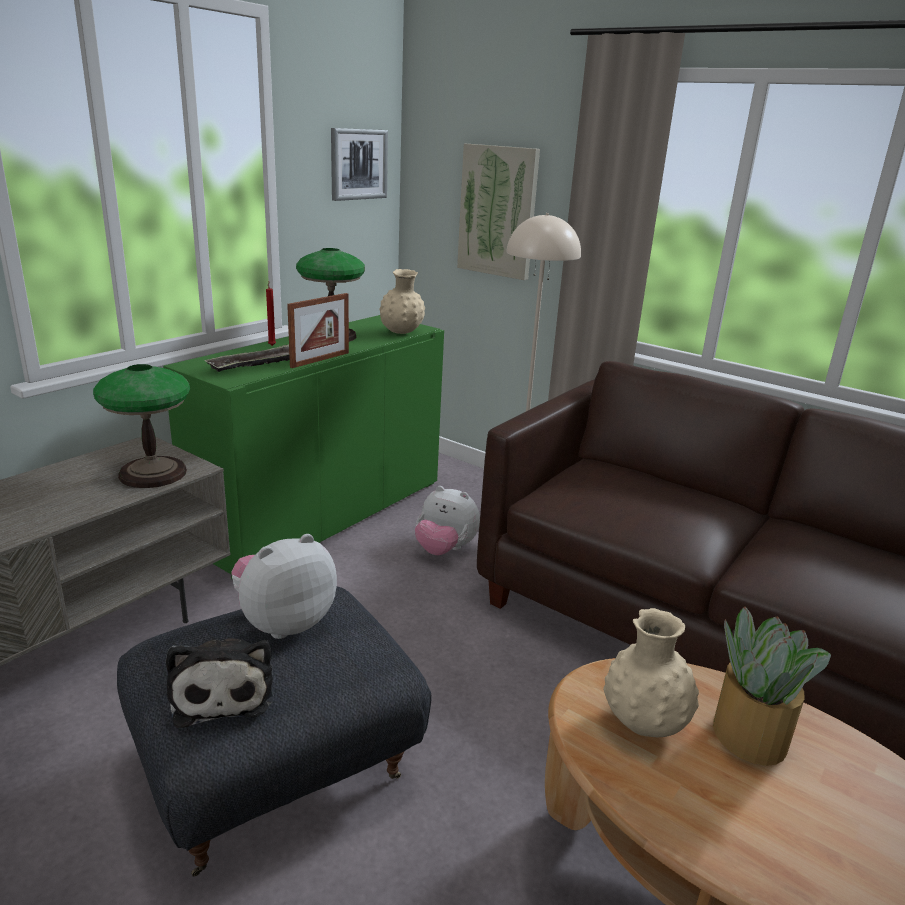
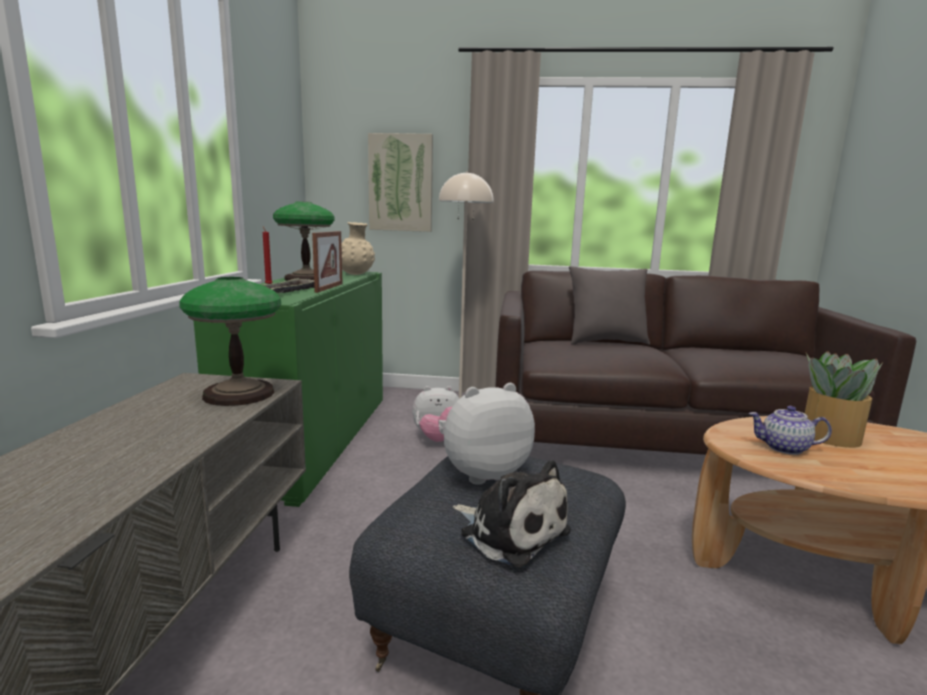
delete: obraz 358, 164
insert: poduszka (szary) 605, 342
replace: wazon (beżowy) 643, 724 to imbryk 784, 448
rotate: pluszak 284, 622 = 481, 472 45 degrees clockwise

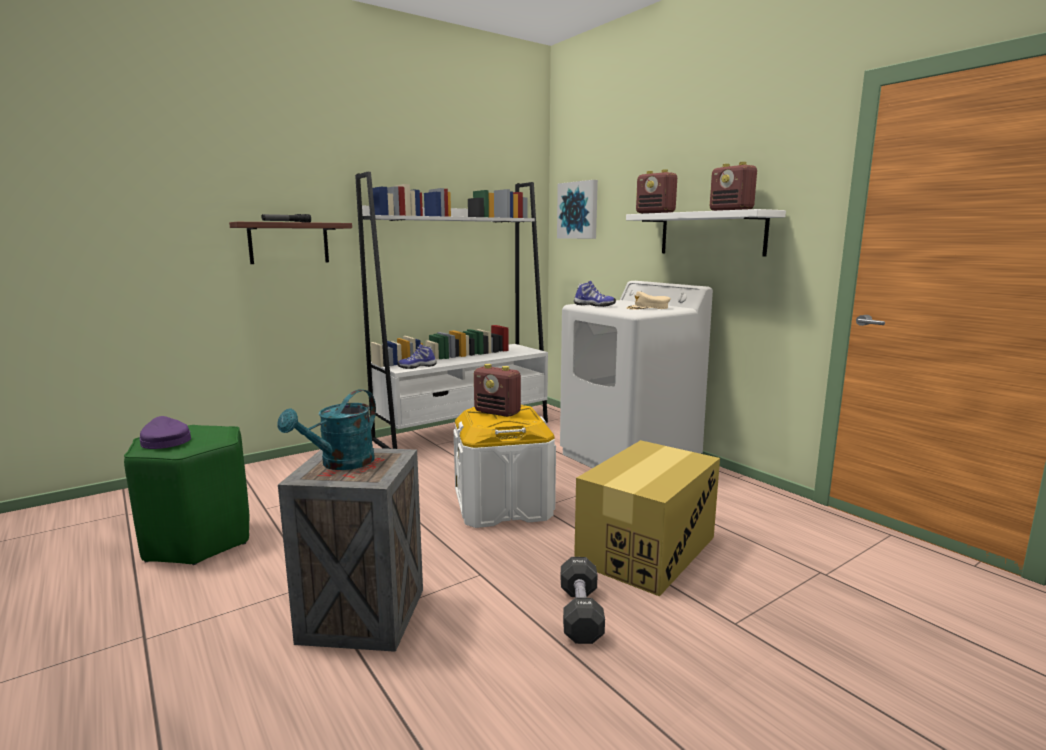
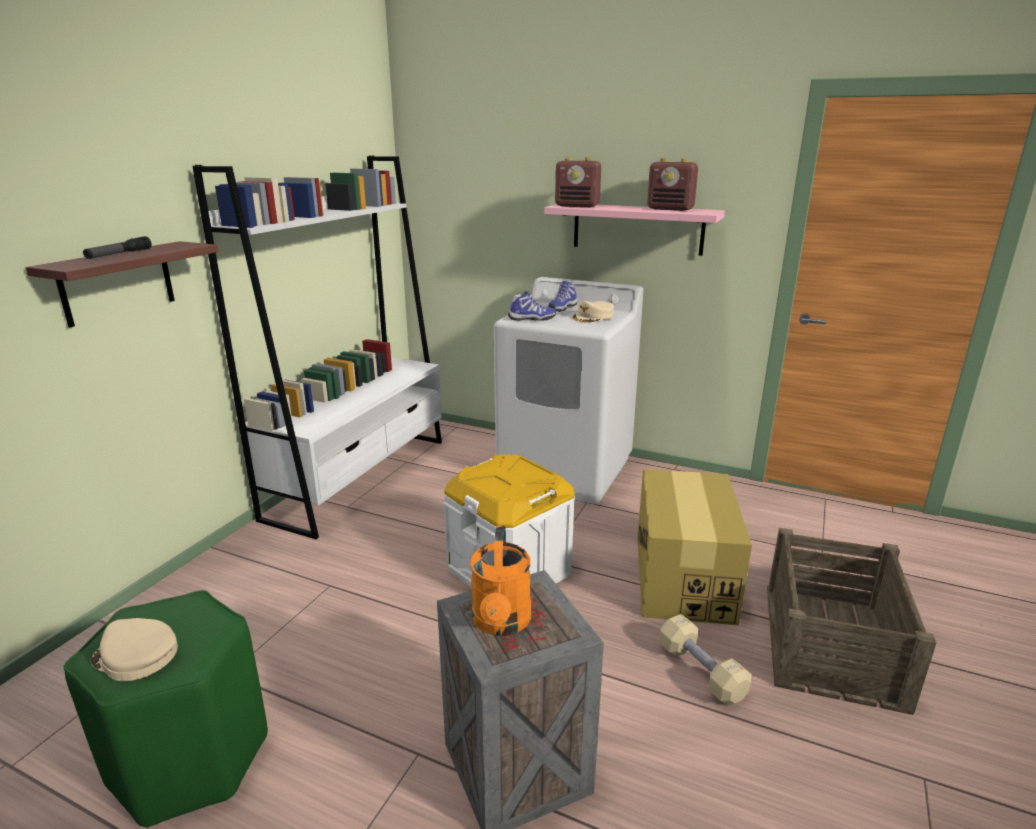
delete: radio 498, 412; obraz 578, 210
insert: skrzynka 833, 644
move: but 417, 367 to 561, 308
recolor: czapka z daszkiem (fioletowy) 165, 441 to czapka z daszkiem (beżowy) 136, 656; konewka (turkusowy) 340, 464 to konewka (pomarańczowy) 501, 623; hantel (czarny) 580, 614 to hantel (beżowy) 701, 671; półka (biały) 711, 233 to półka (różowy) 637, 228

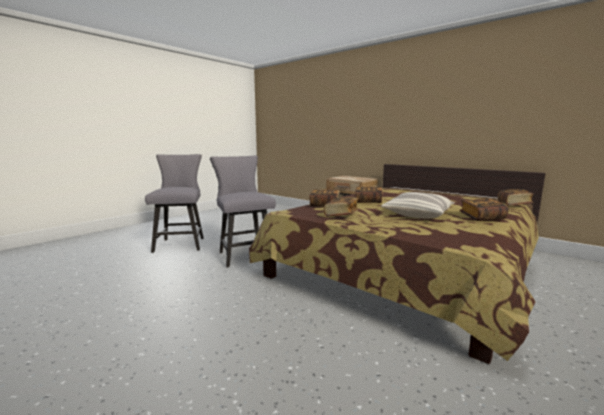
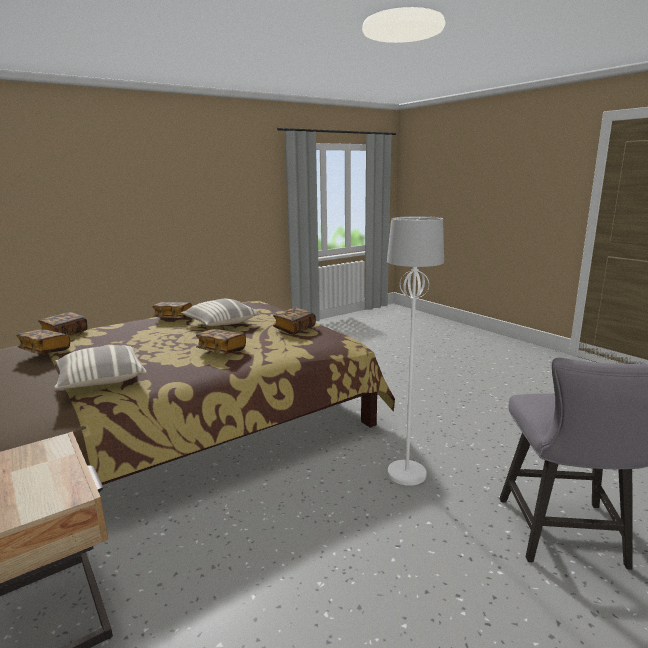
insert: poduszka 101, 380
move: książka 324, 205 to 45, 350
replace: krzesło (szary) 244, 254 to lampa stojąca (biały) 406, 474

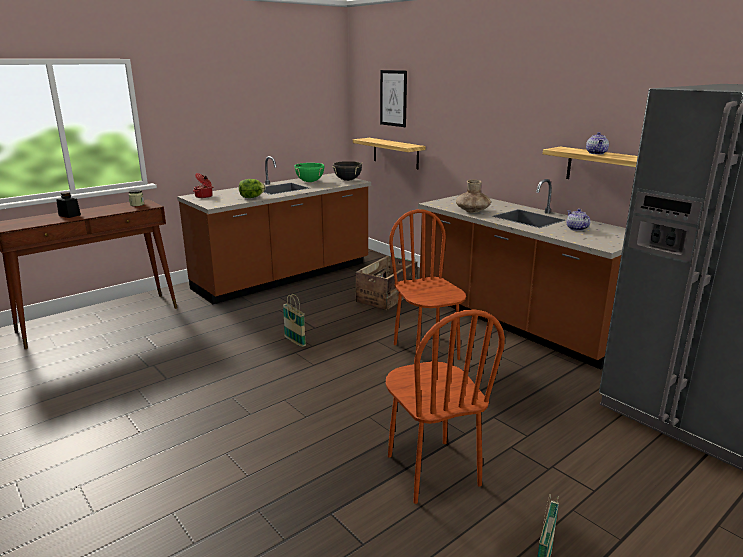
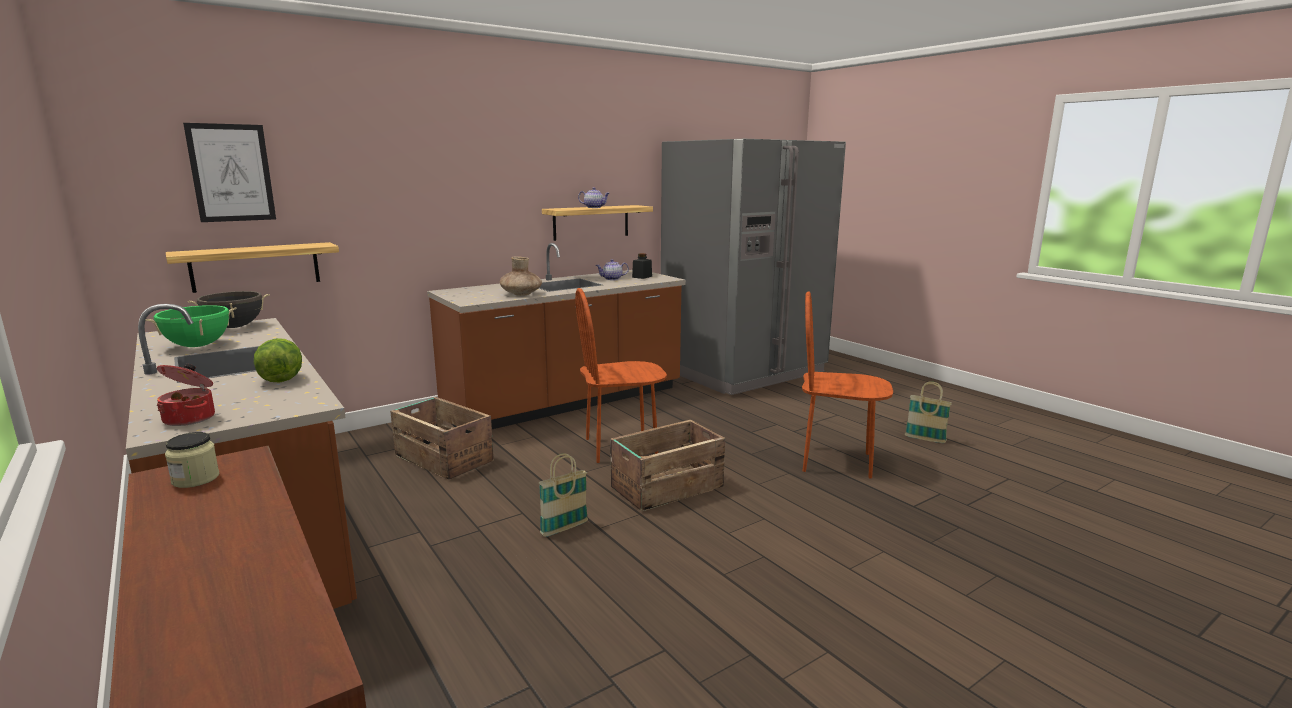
insert: skrzynka 665, 487
move: słoik (czarny) 69, 215 to 642, 277
rotate: krzesło (brązowy) 432, 470 = 836, 462 150 degrees counterclockwise

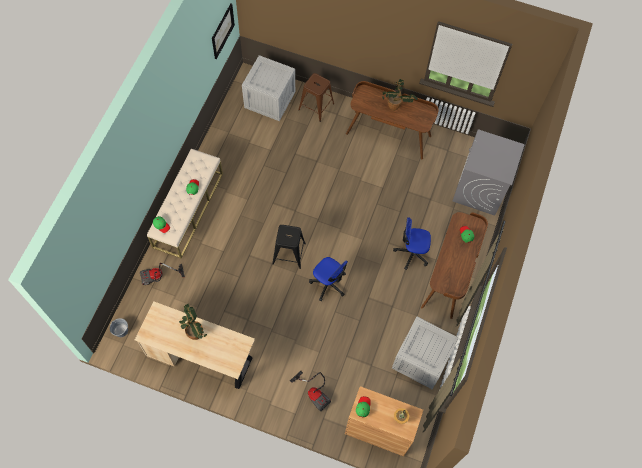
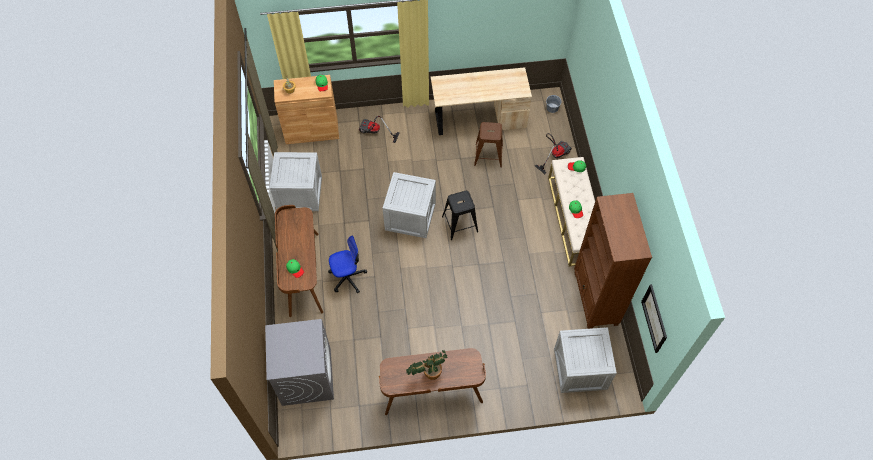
delete: roślina doniczkowa 195, 331
insert: regał (brązowy) 595, 299
move: stołek (brązowy) 316, 106 to 488, 155
replace: krzesło biurowe 328, 283 to skrzynka 410, 215

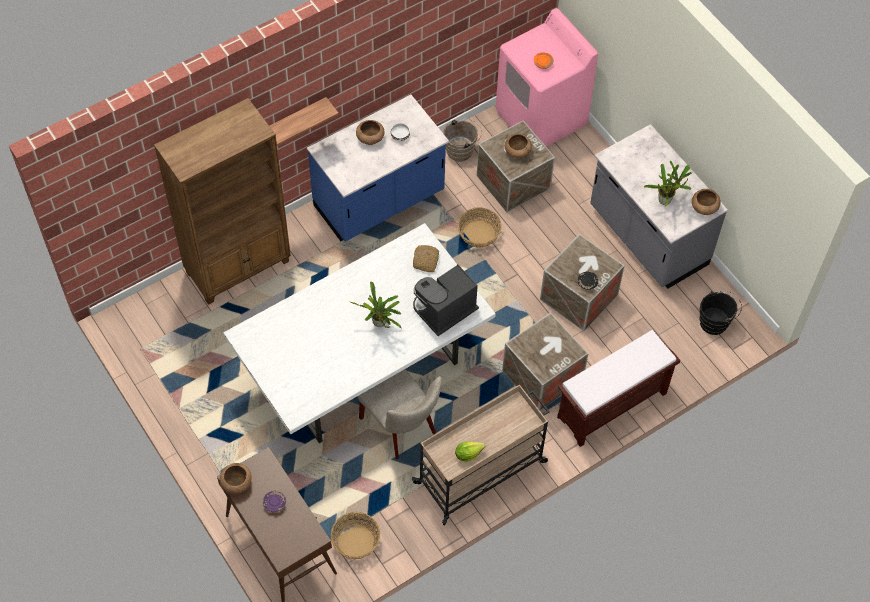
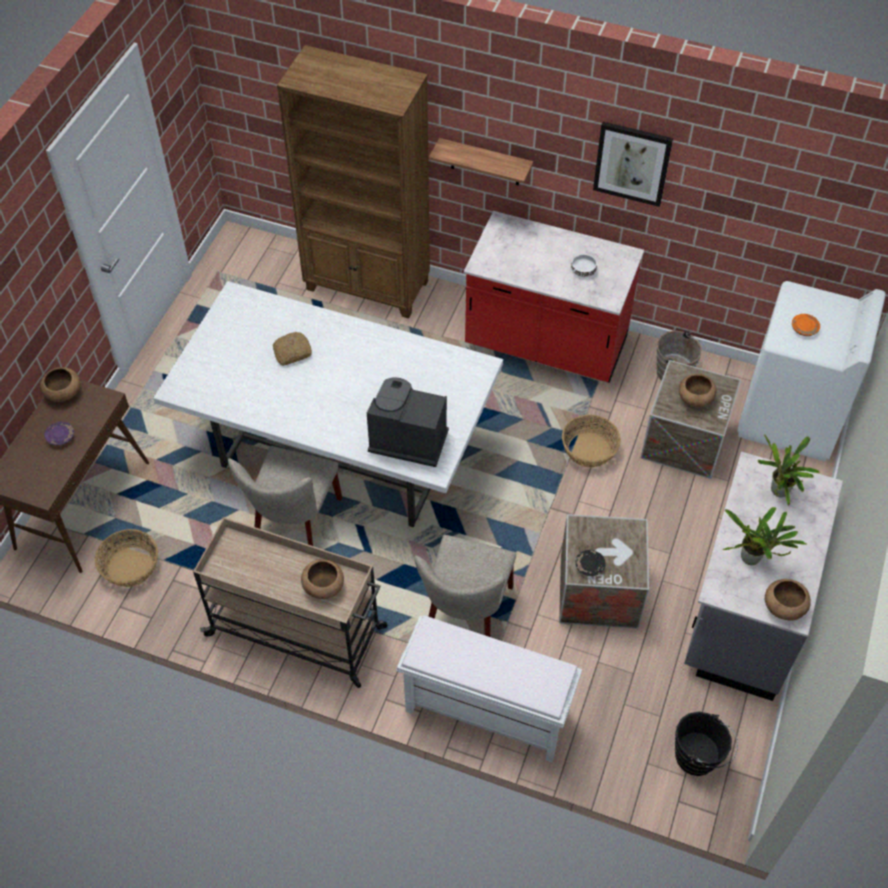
delete: sałata 468, 454
insert: obraz 632, 163
move: roślina doniczkowa 380, 324 to 778, 493; miska (brązowy) 370, 138 to 323, 586; chleb 426, 261 to 292, 352
replace: skrzynka 542, 376 to krzesło (beżowy) 466, 616
recolor: zabudowa kuchenna (niebieski) 379, 201 to zabudowa kuchenna (czerwony) 545, 345; pralka (różowy) 541, 118 to pralka (biały) 790, 416; ławka (brązowy) 611, 406 to ławka (biały) 485, 712

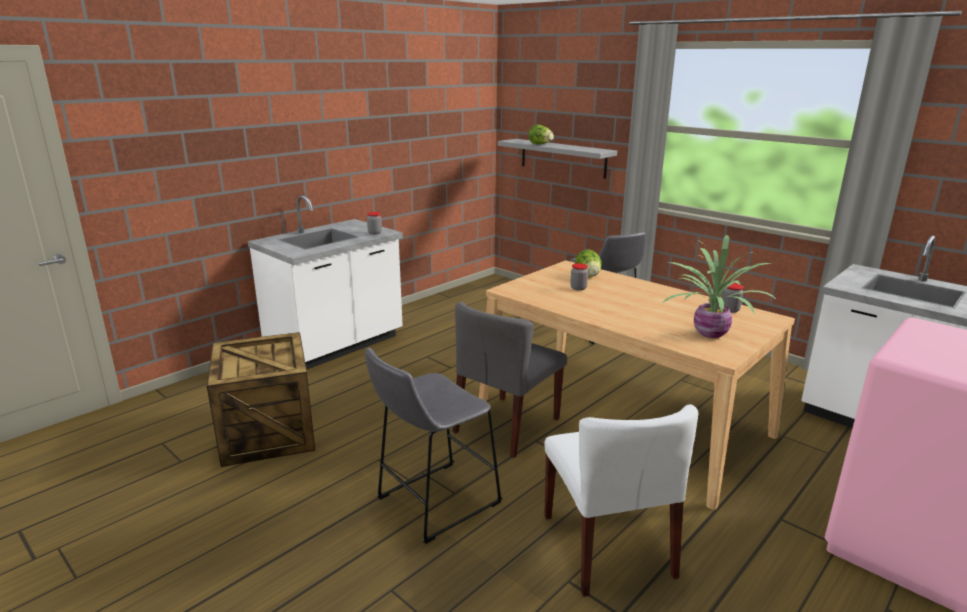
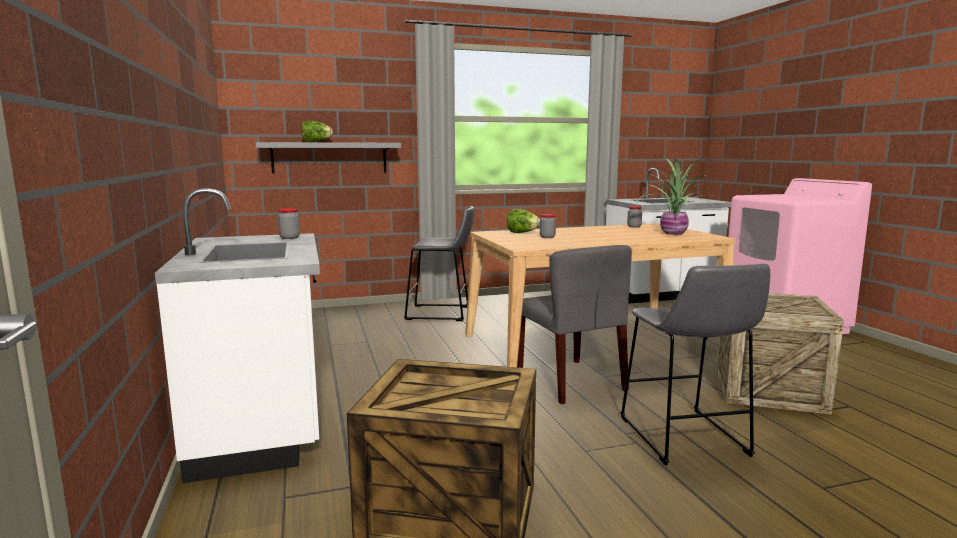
replace: krzesło (biały) 608, 546 to skrzynka 768, 389

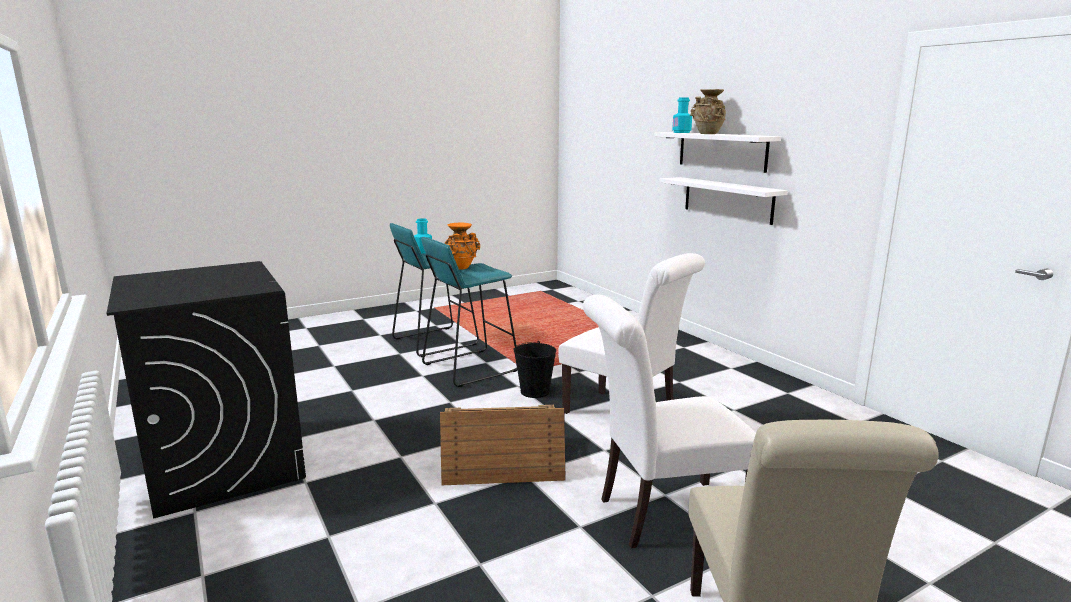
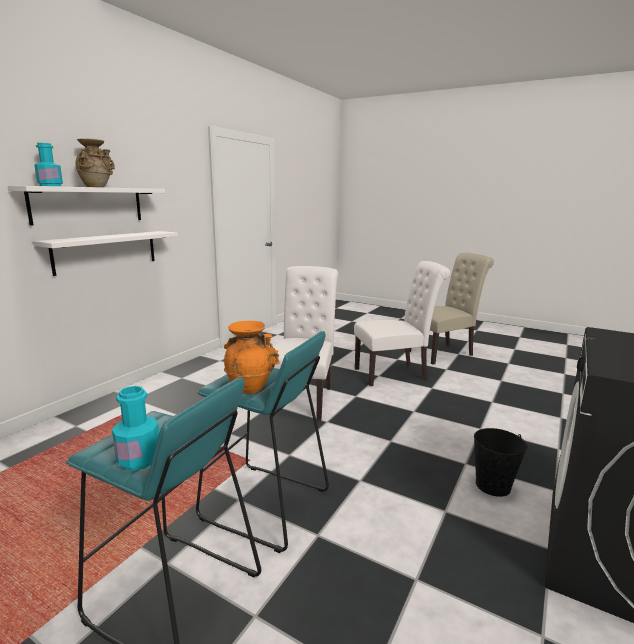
delete: skrzynka 501, 461
move: wiadro (czarny) 535, 391 to 492, 485
rotate: krzesło (biały) 663, 514 = 395, 374 60 degrees counterclockwise

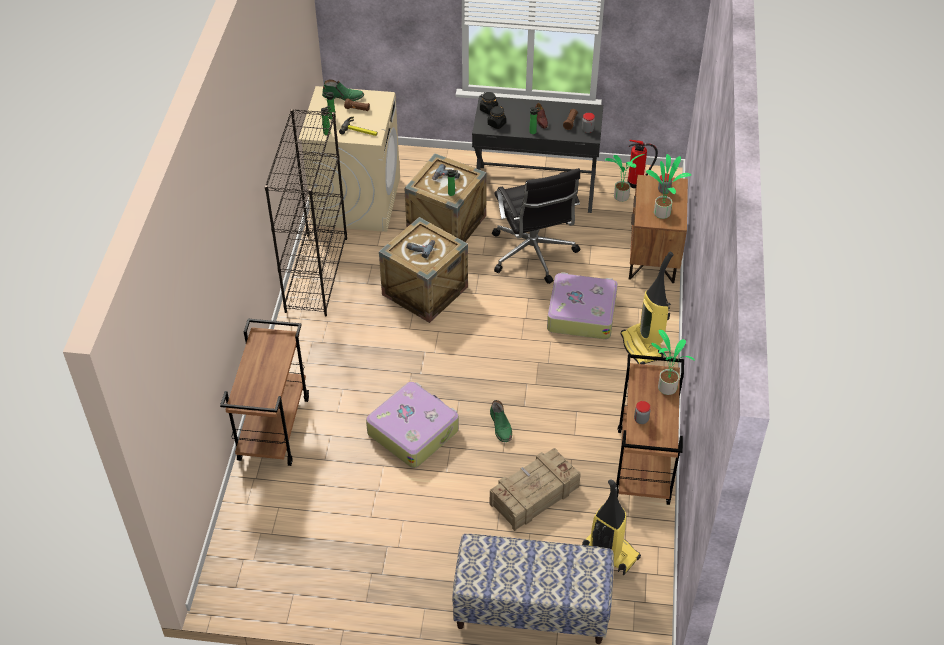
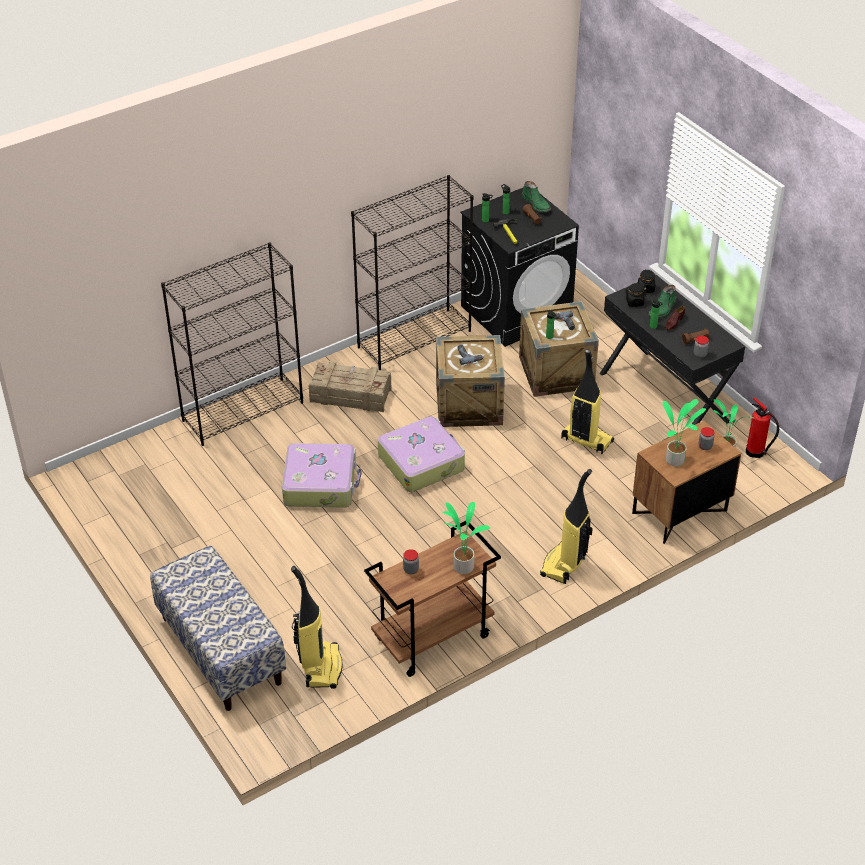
move: but z cholewką (zielony) 501, 426 to 662, 309; skrzynka 533, 495 to 350, 395; walizka 581, 313 to 421, 462
replace: wózek (brązowy) 273, 428 to regał (czarny) 243, 411; krzesło biurowe (czarny) 533, 254 to odkurzacz 586, 440
recolor: pralka (beżowy) 356, 201 to pralka (czarny) 516, 311

